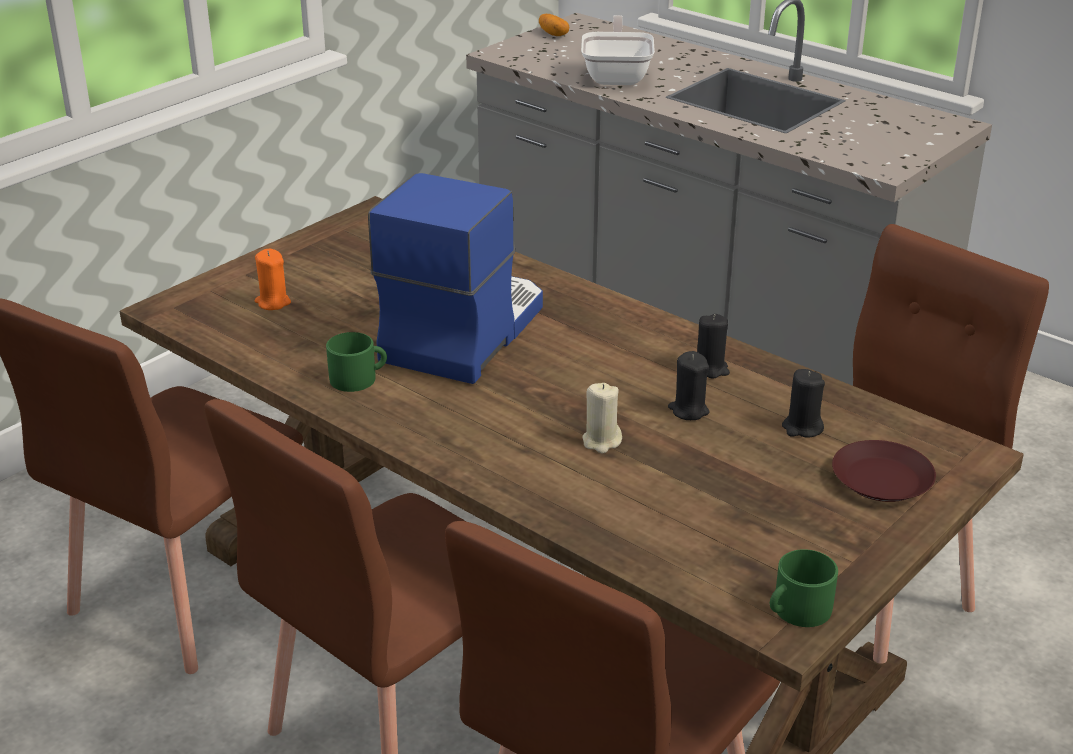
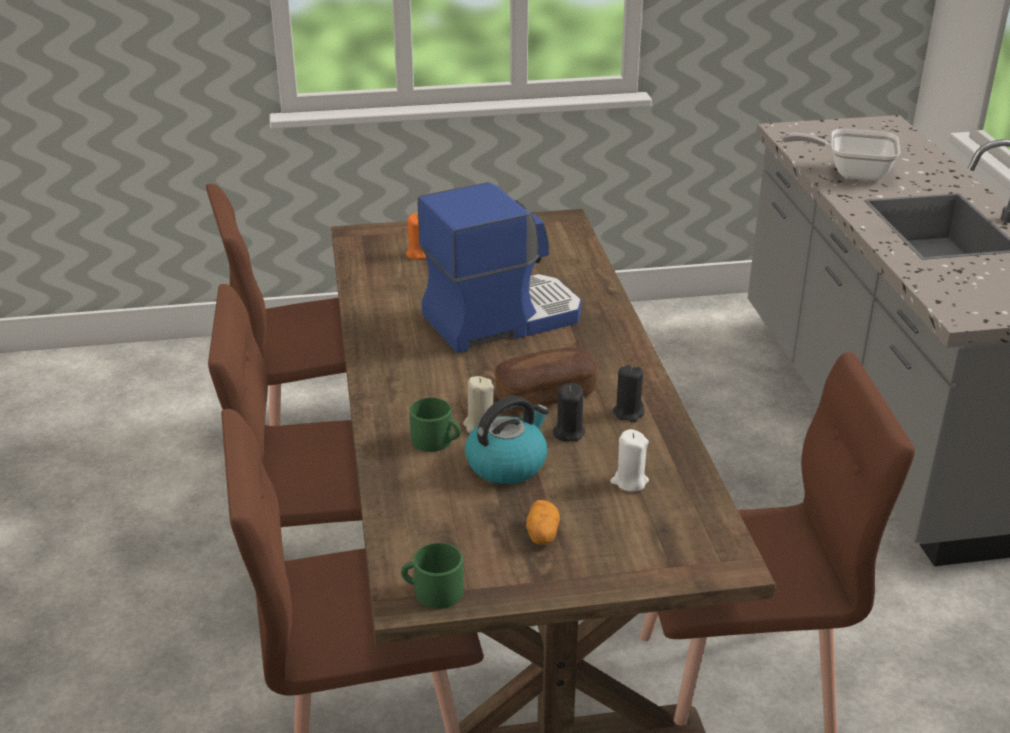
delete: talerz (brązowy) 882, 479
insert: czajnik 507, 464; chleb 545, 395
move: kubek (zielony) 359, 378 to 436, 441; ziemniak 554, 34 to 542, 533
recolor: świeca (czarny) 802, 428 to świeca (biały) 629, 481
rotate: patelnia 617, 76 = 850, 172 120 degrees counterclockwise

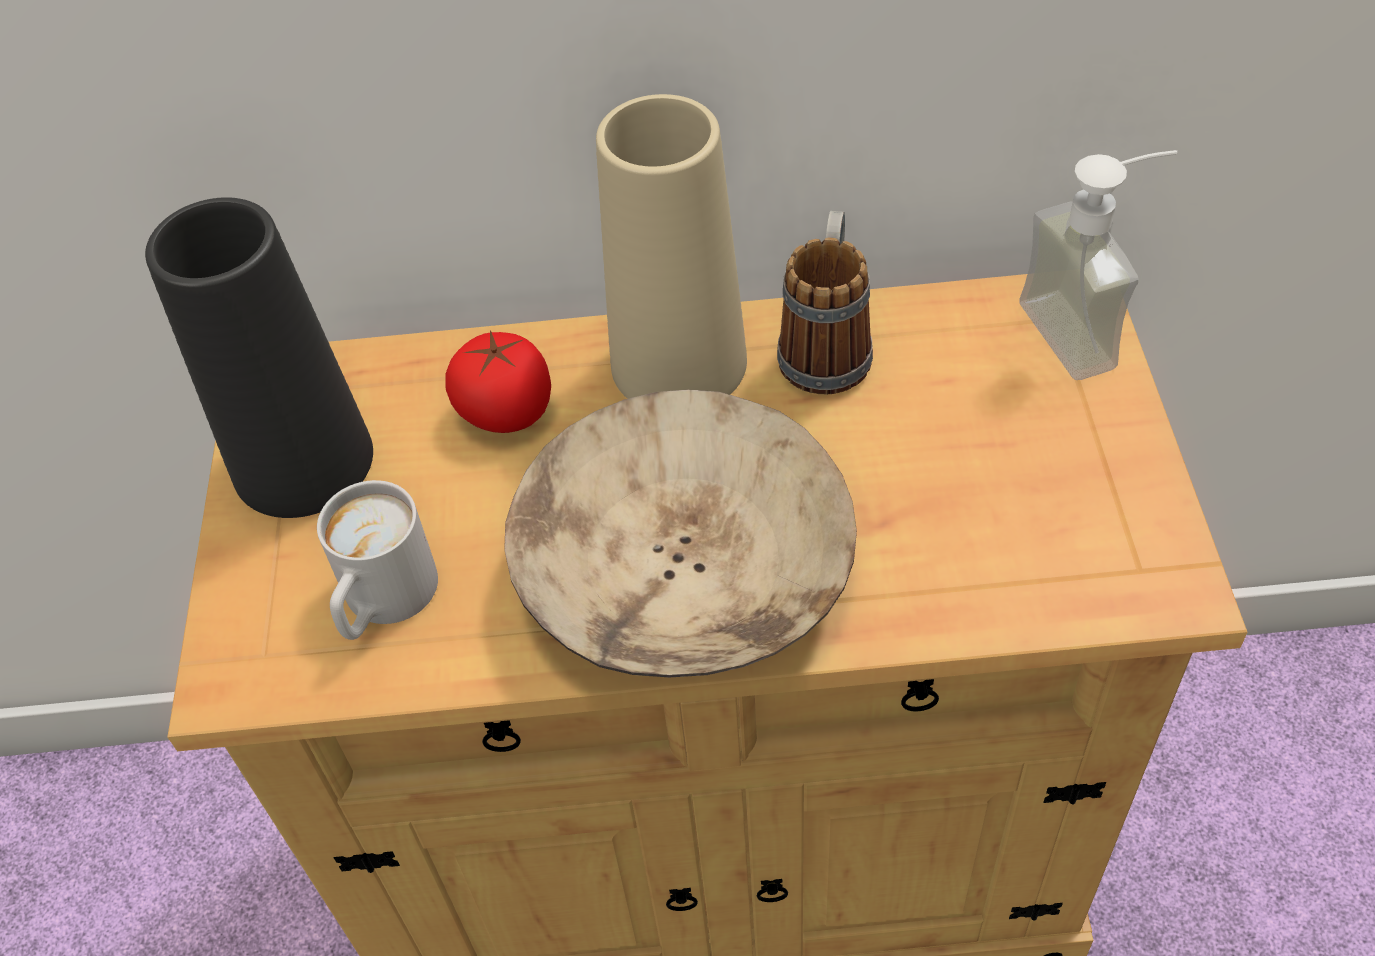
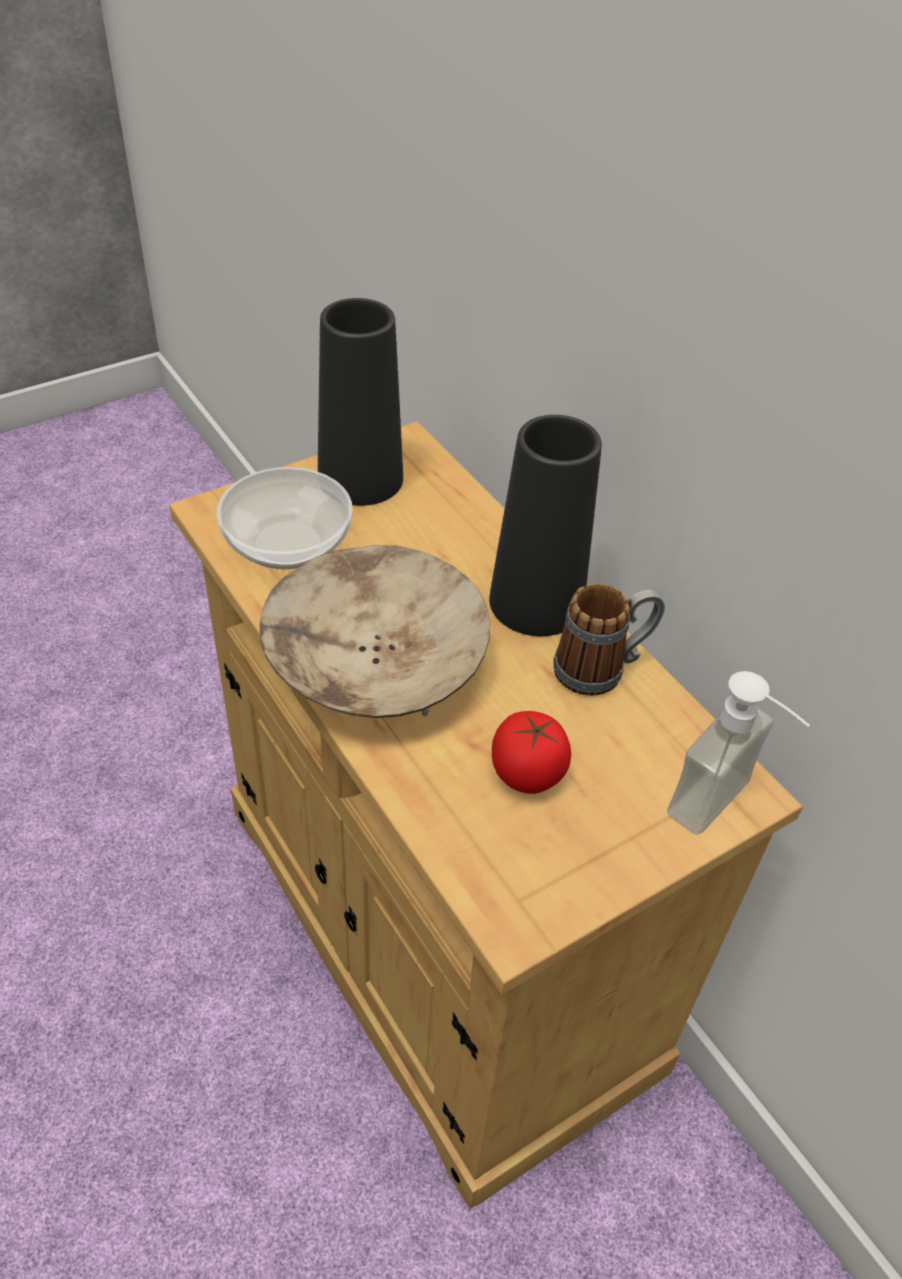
move: pomidor 506, 411 to 527, 772
replace: kubek (biały) 383, 603 to miska 286, 546
recolor: wazon (beżowy) 679, 363 to wazon (czarny) 536, 602

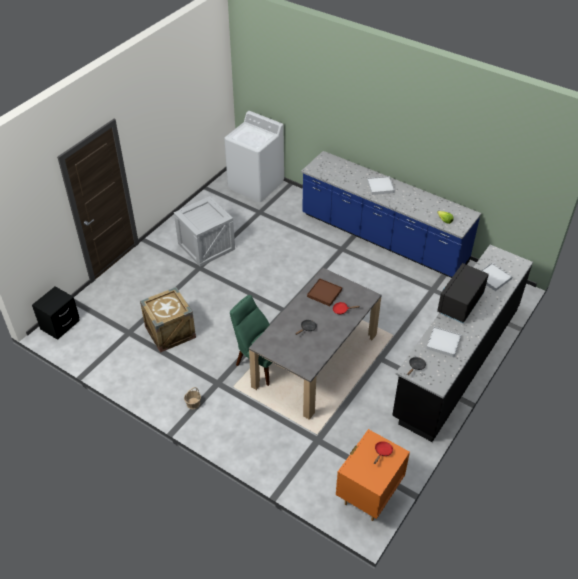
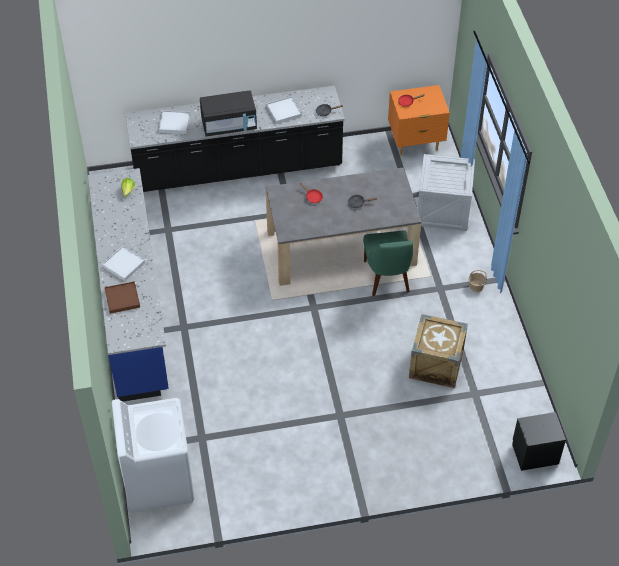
move: skrzynka 206, 246 to 442, 210; taca (brązowy) 324, 293 to 122, 298

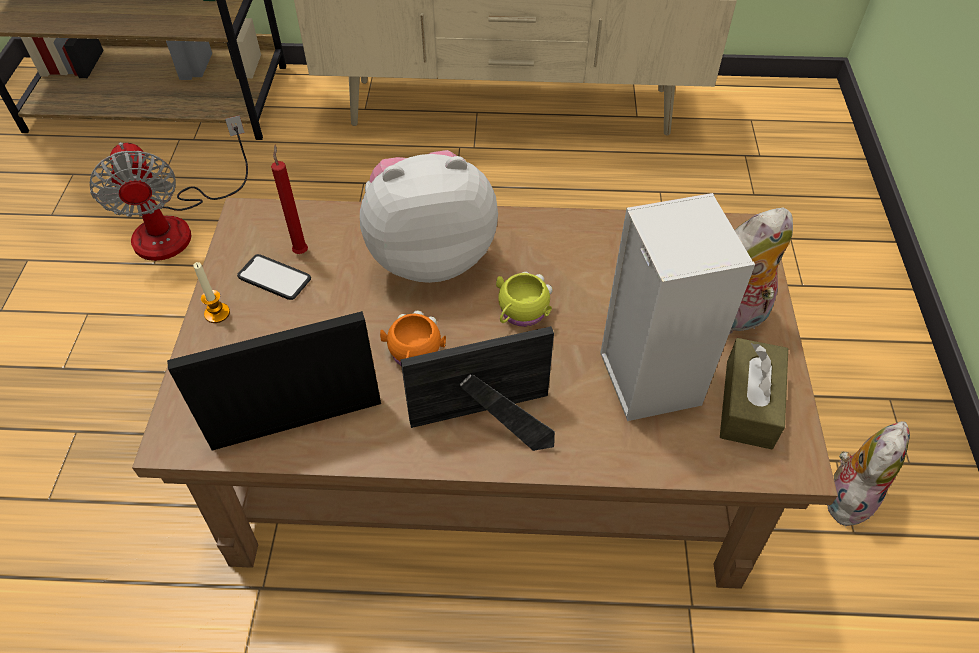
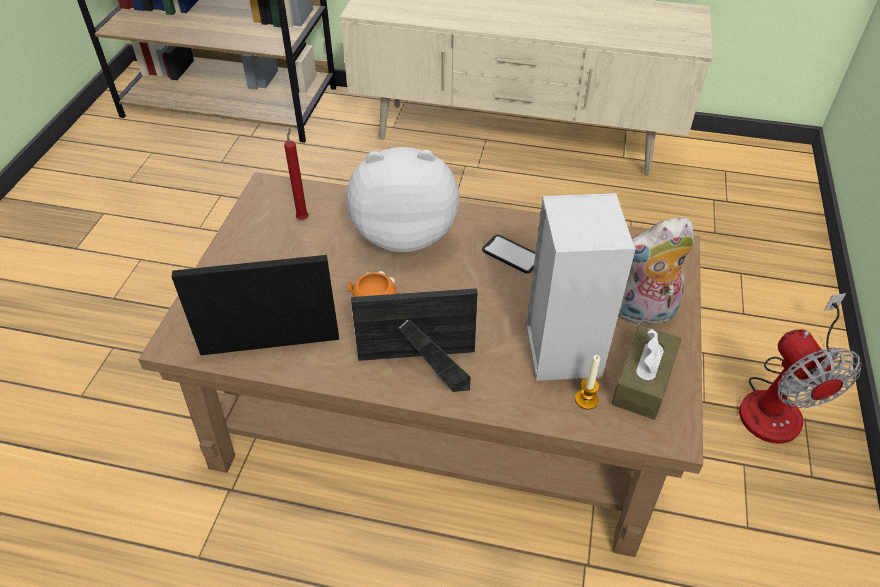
delete: kubek (żółty) 520, 313; pluszak 847, 496
move: wentylator 178, 225 to 779, 402; świeca 217, 313 to 586, 399; telefon 274, 278 to 512, 255

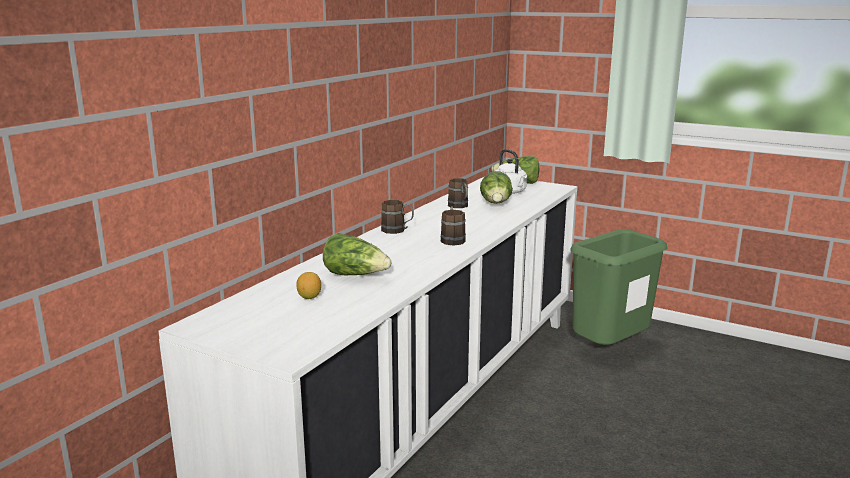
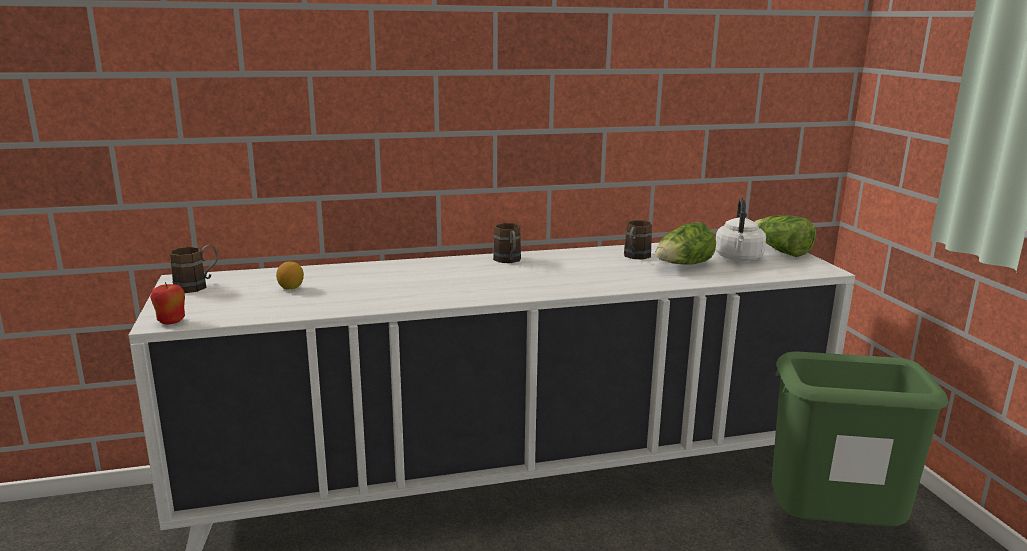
delete: sałata 356, 275
insert: jabłko 171, 322
move: kubek (brązowy) 452, 239 to 197, 285

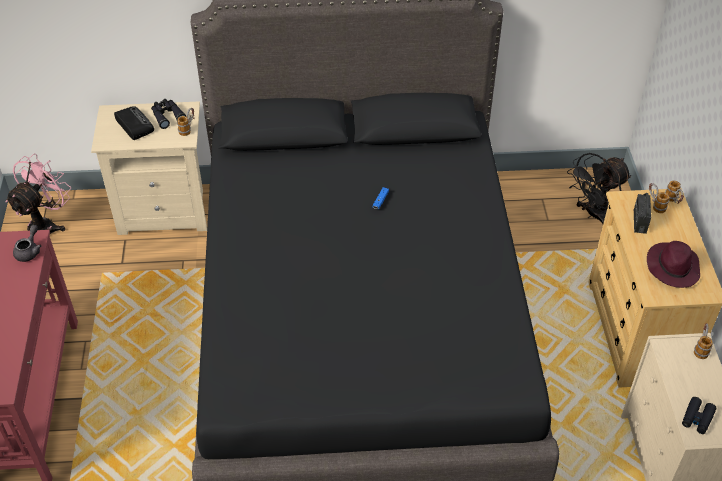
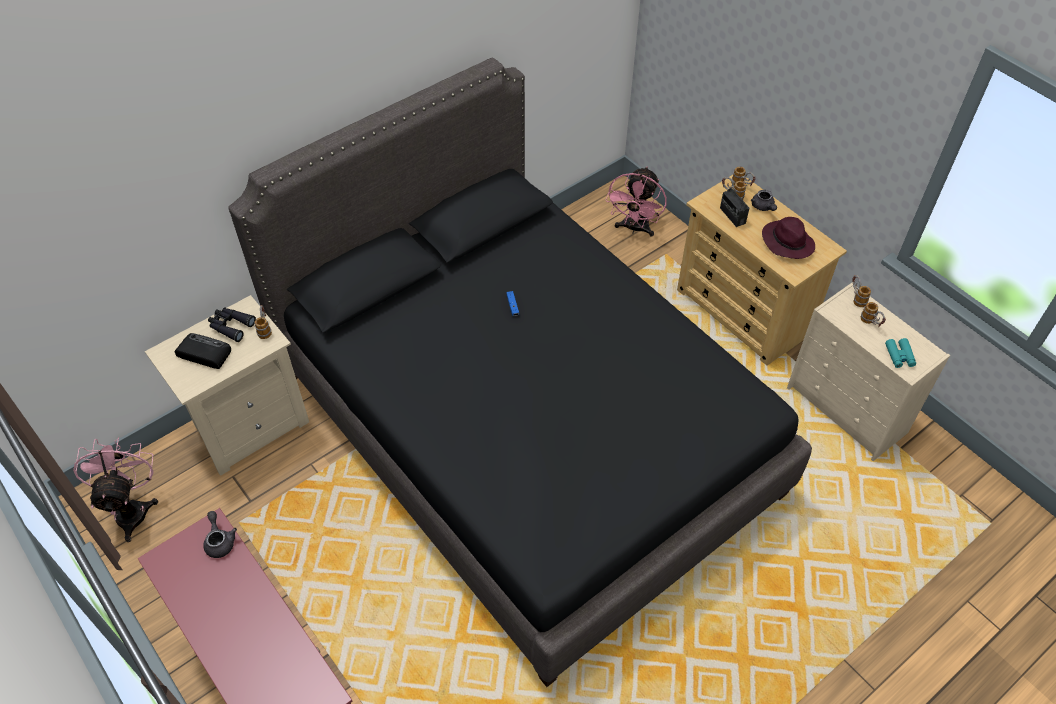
insert: imbryk (szary) 763, 207; kubek 871, 323
recolor: wentylator (czarny) 593, 215 to wentylator (różowy) 634, 229; lornetka (czarny) 697, 418 to lornetka (turkusowy) 899, 356

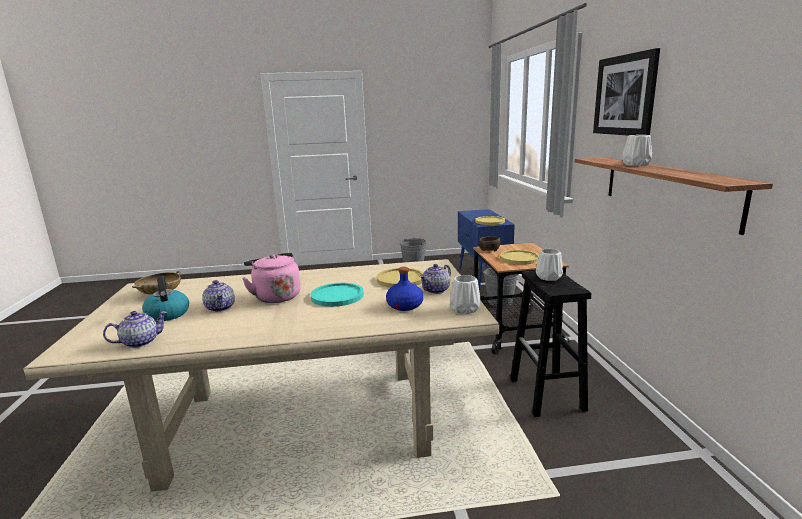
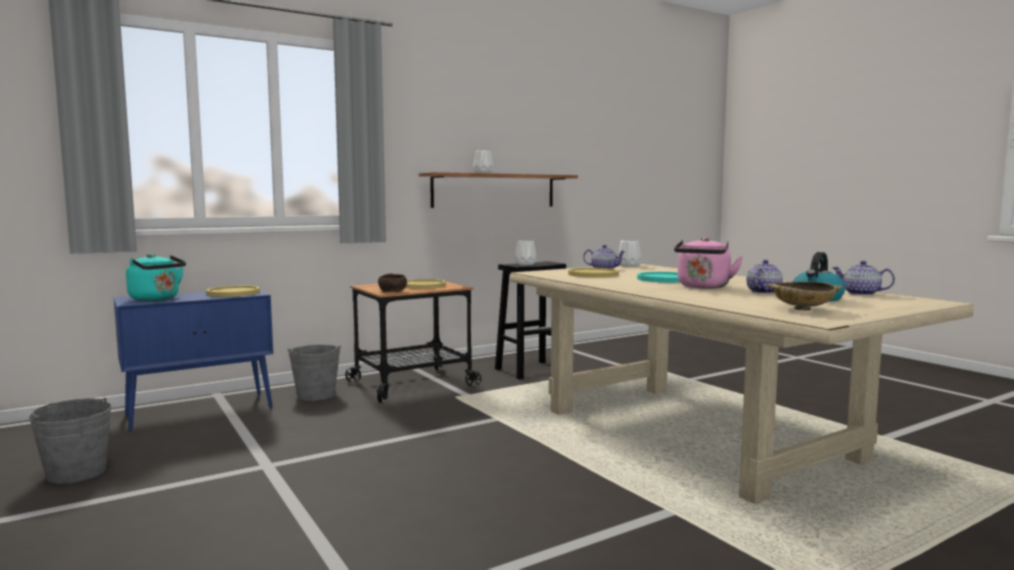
delete: butelka (niebieski) 404, 306; obraz 625, 95
insert: czajnik (turkusowy) 157, 299

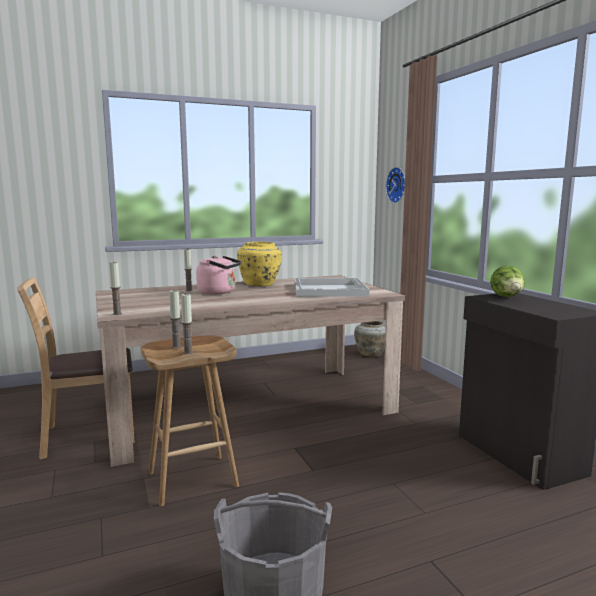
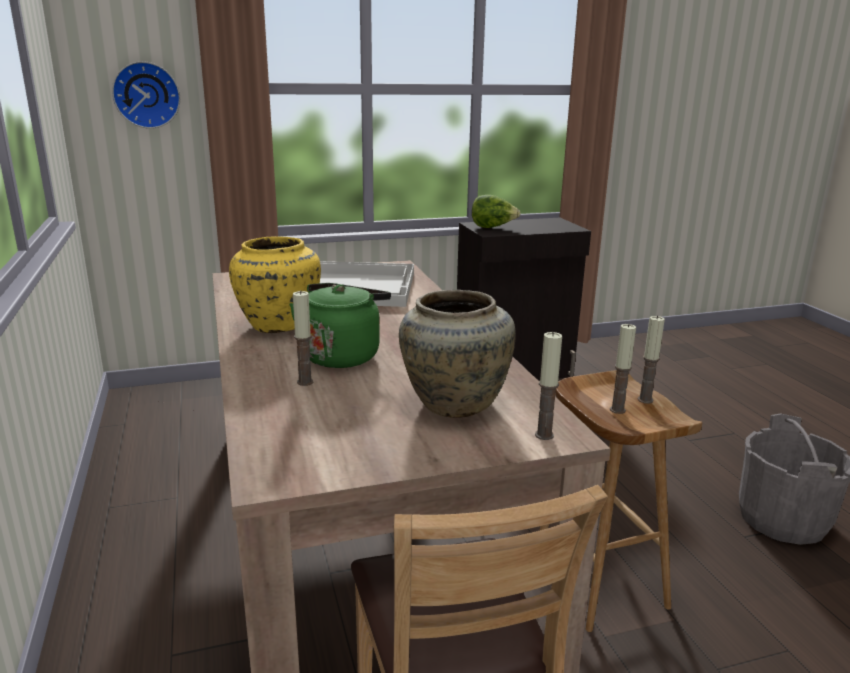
move: wazon (beżowy) 371, 354 to 454, 402
recolor: czajnik (różowy) 219, 292 to czajnik (zielony) 342, 355

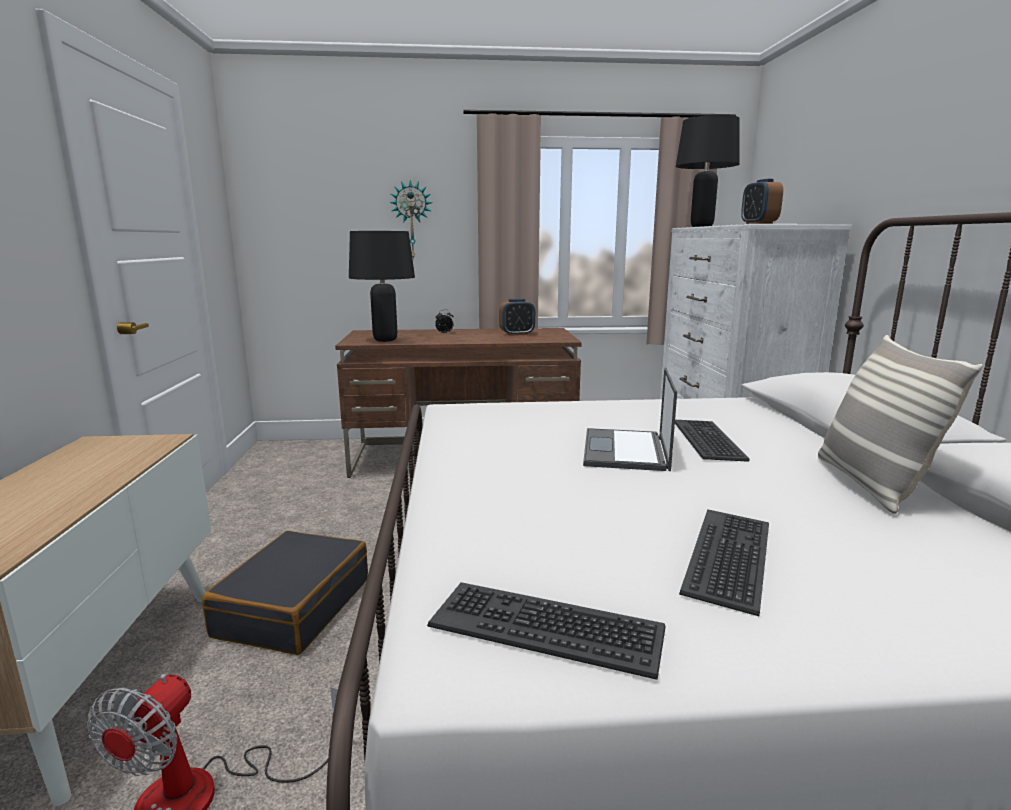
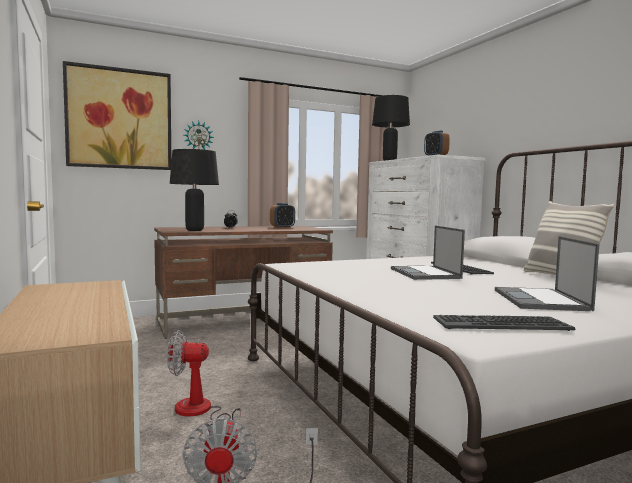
insert: obraz 119, 119
replace: walizka (czarny) 293, 607 to wentylator 199, 413; klawiatura 730, 558 to laptop 541, 300

